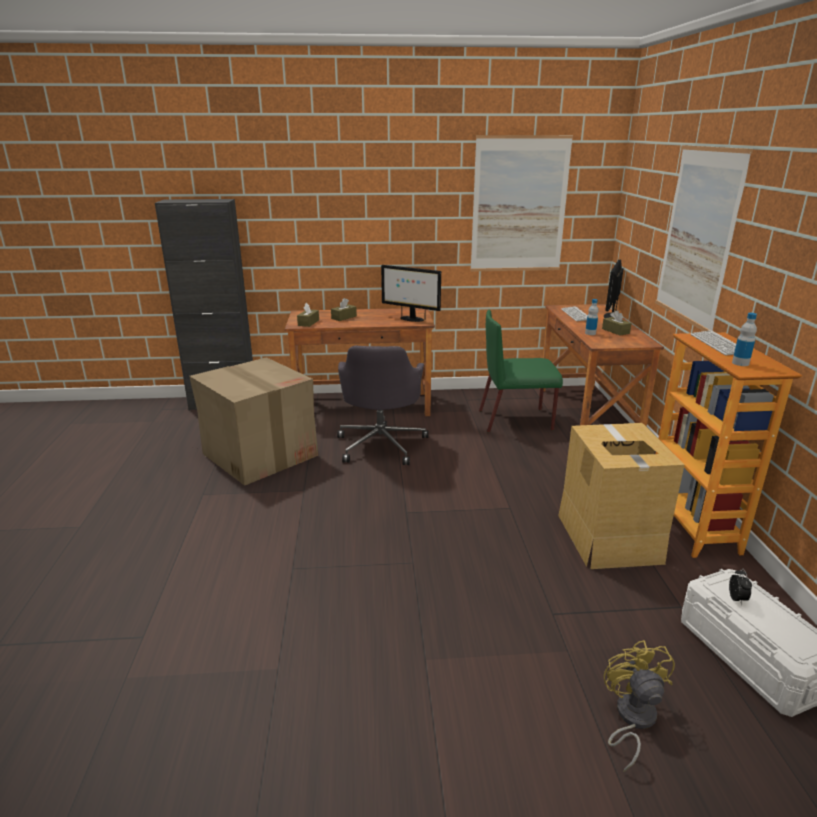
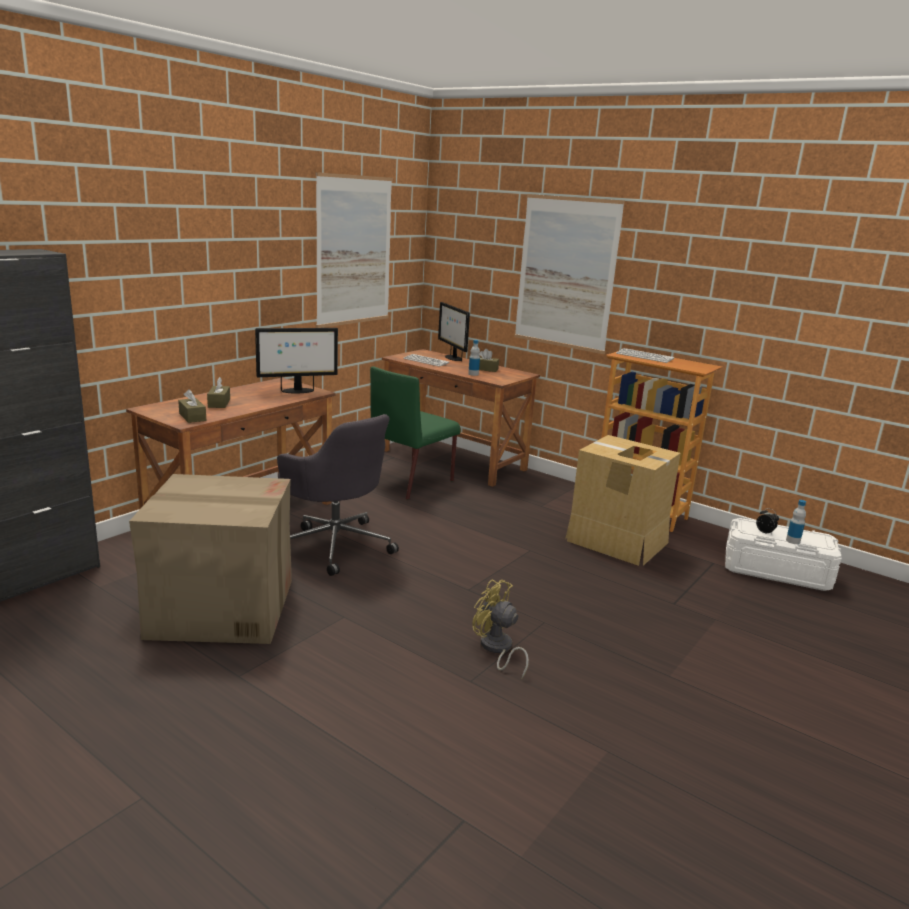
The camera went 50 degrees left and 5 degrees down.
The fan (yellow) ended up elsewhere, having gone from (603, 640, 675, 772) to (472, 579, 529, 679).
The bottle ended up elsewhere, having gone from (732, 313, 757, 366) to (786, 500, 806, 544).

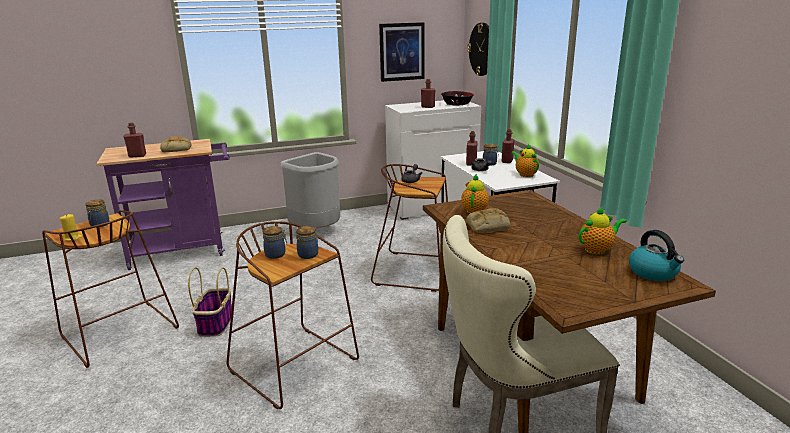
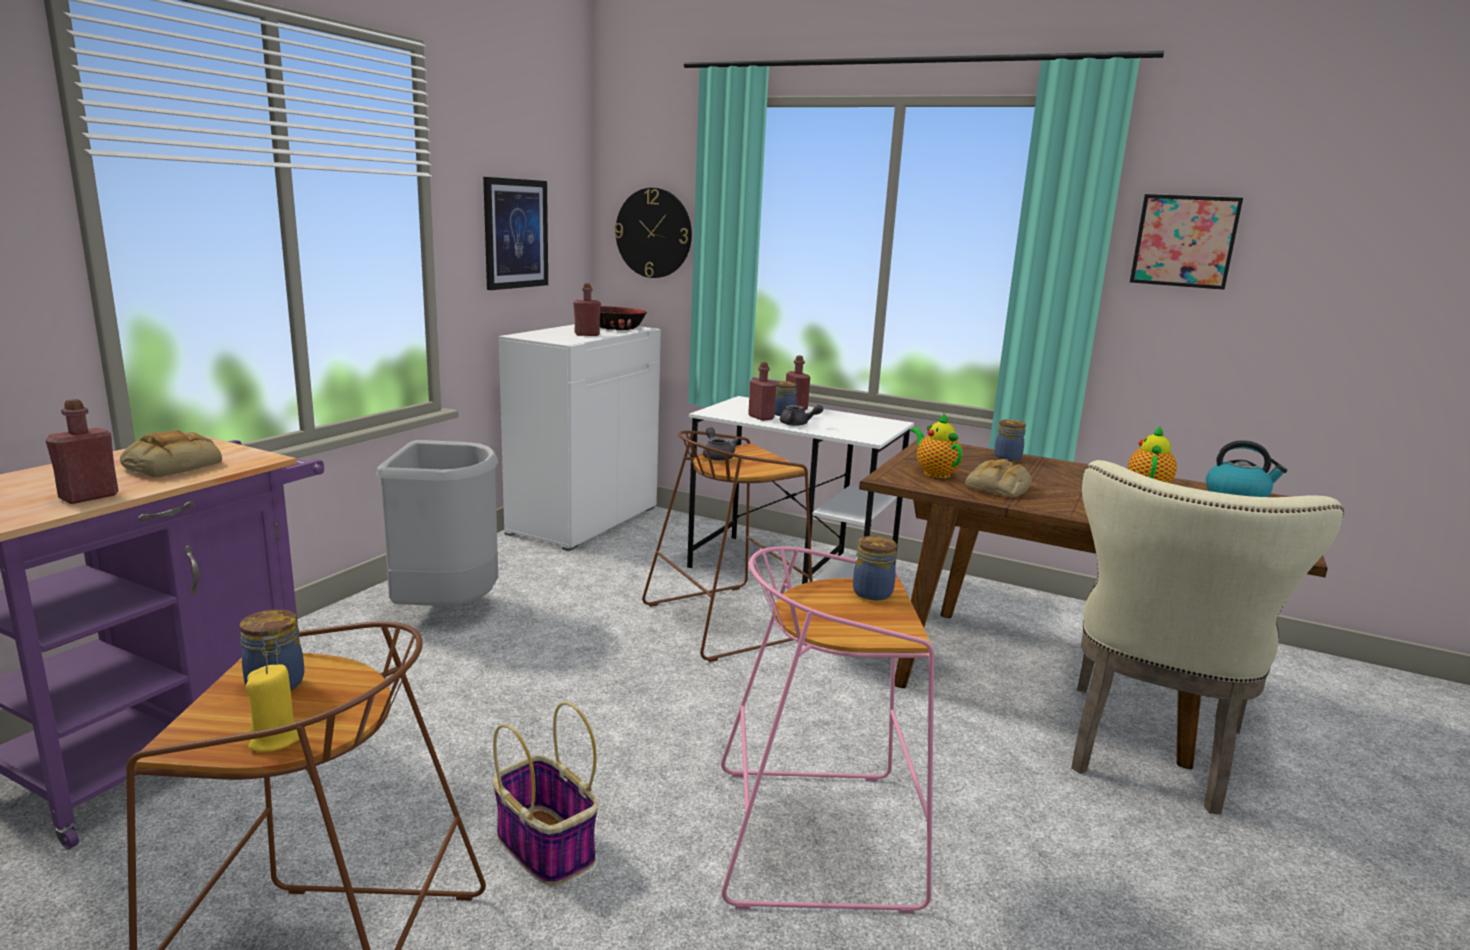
The camera went 45 degrees left and 5 degrees down.
What was the stool (brown) at (226, 221, 359, 410) turned into the stool (pink) at (721, 546, 934, 914).
The jar ended up elsewhere, having gone from (263, 226, 287, 259) to (994, 419, 1026, 461).
The second view lost the teapot at (511, 143, 539, 177).
The second view gained the picture at (1130, 194, 1243, 290).

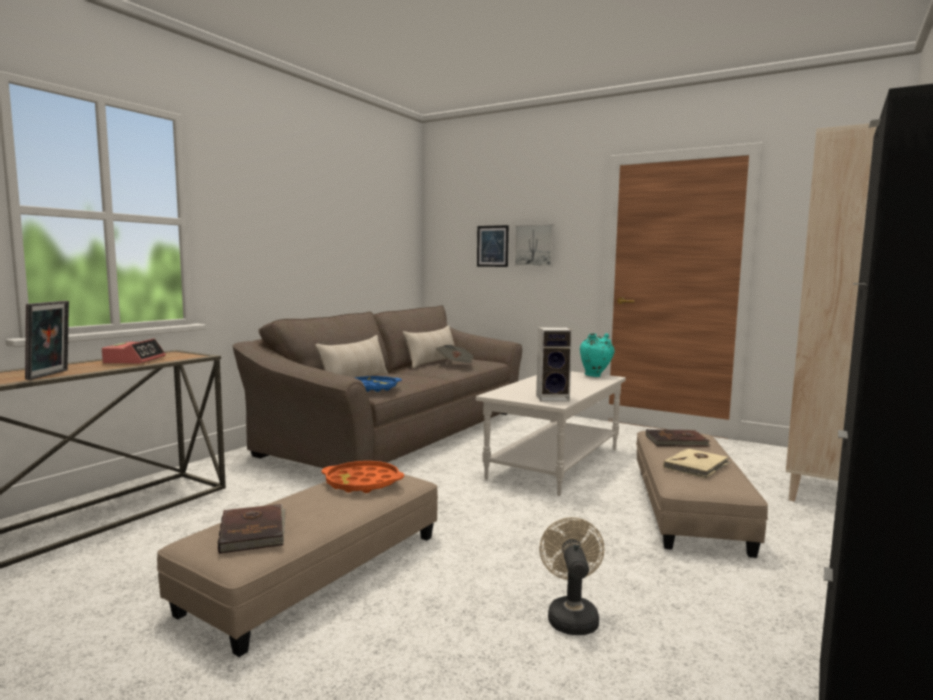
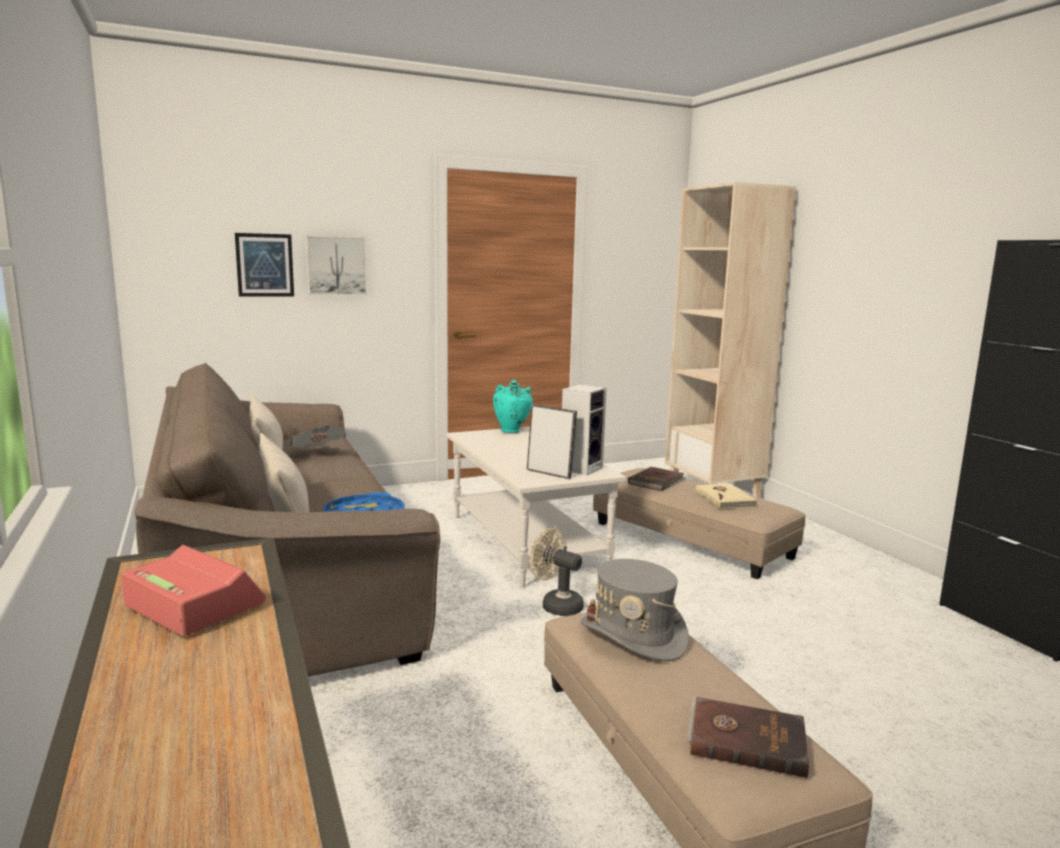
The camera went 55 degrees left and 5 degrees up.
The picture frame ended up elsewhere, having gone from (25, 301, 69, 380) to (527, 404, 577, 479).
Where the tray (orange) stood at (322, 461, 404, 493), the hat (grey) came to stand at (581, 559, 689, 661).
The fan (beige) ended up elsewhere, having gone from (539, 517, 604, 635) to (530, 528, 584, 616).

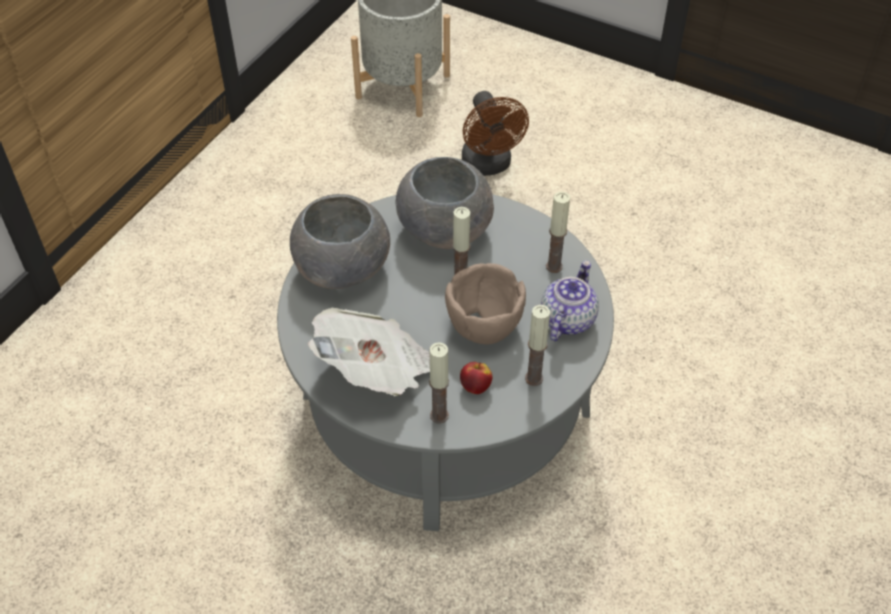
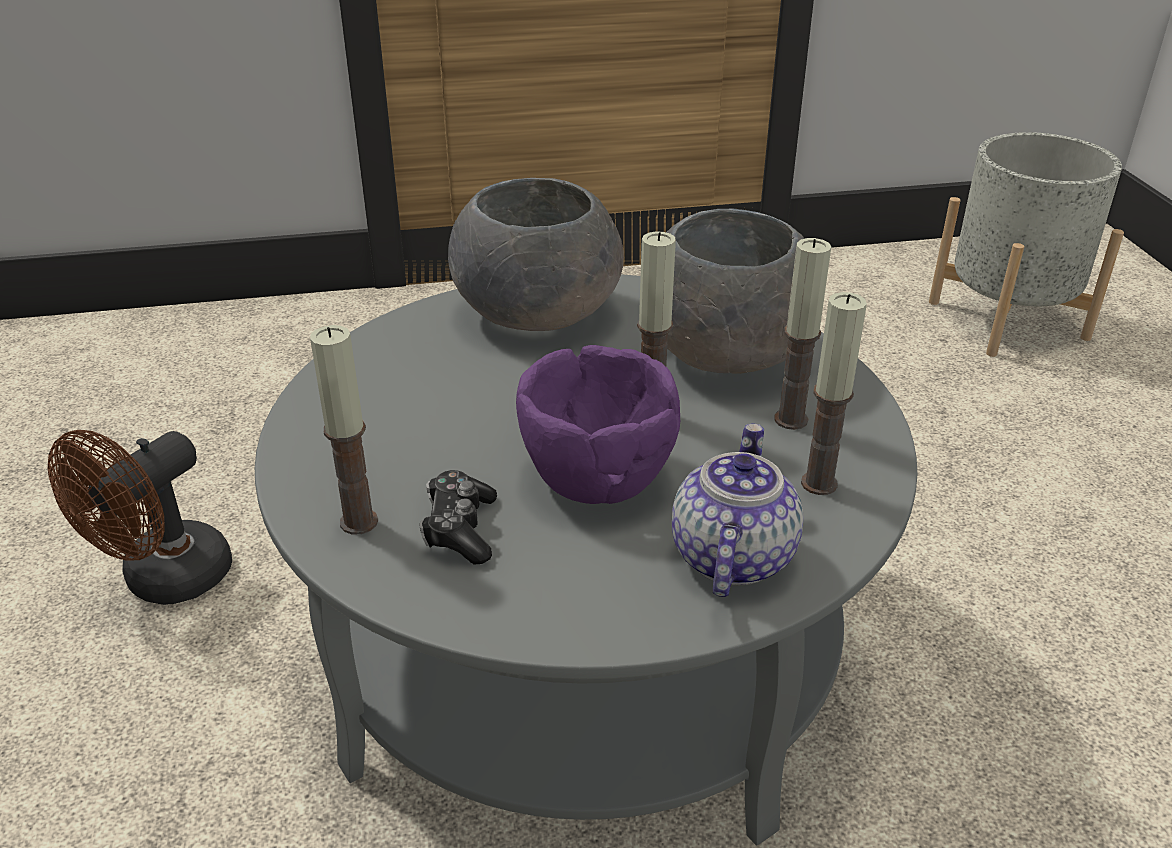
The camera went 50 degrees right and 15 degrees down.
The second view lost the newspaper at (308, 308, 430, 396).
What was the bowl (brown) at (445, 263, 526, 344) turned into the bowl (purple) at (516, 345, 680, 504).
Where the apple stood at (460, 362, 492, 394), the game controller came to stand at (419, 470, 497, 565).
The fan (brown) ended up elsewhere, having gone from (462, 91, 529, 176) to (48, 430, 232, 605).
The candle ended up elsewhere, having gone from (525, 305, 550, 386) to (775, 238, 832, 430).
The teapot at (541, 260, 599, 341) ended up facing another way, 60 degrees counterclockwise from before.

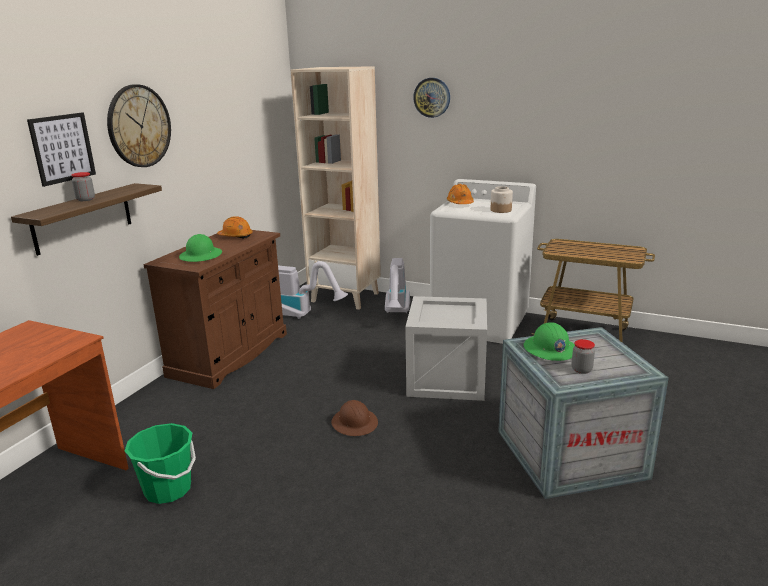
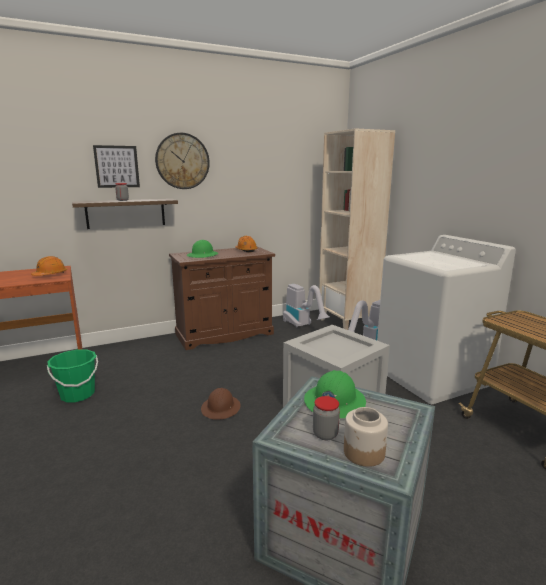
The camera went 40 degrees right and 5 degrees down.
The second view lost the wall clock at (413, 78, 450, 118).
The hard hat (orange) ended up elsewhere, having gone from (447, 184, 474, 204) to (31, 256, 67, 276).
The jar ended up elsewhere, having gone from (491, 186, 513, 213) to (344, 407, 388, 467).

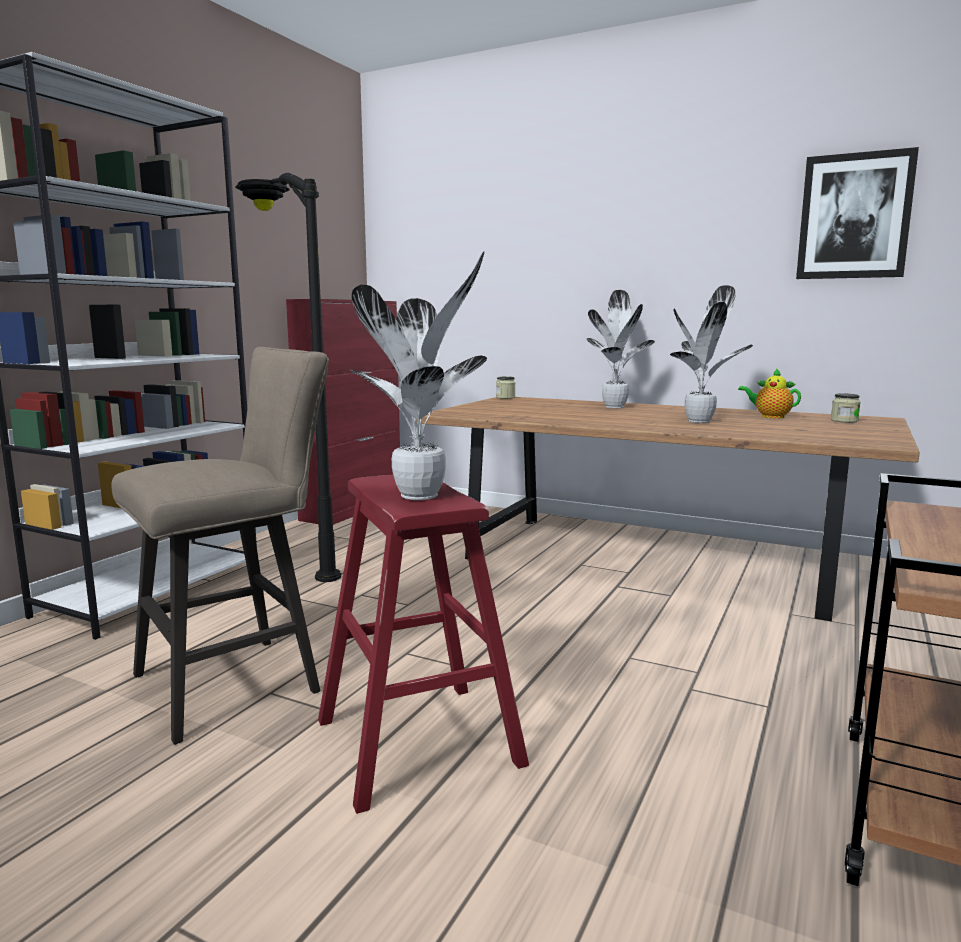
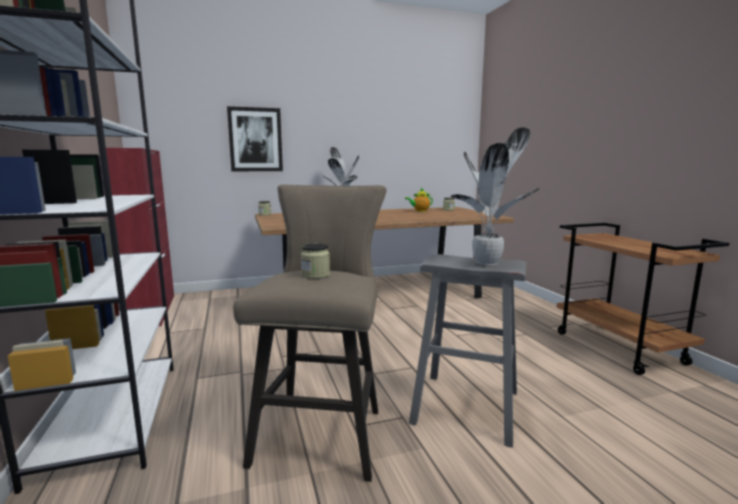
The camera went 45 degrees left and 0 degrees up.
The second view lost the floor lamp (black) at (235, 173, 341, 582).
What was the stool (red) at (318, 475, 529, 814) turned into the stool (grey) at (409, 254, 526, 448).
The second view lost the potted plant at (670, 285, 753, 423).
The picture ended up elsewhere, having gone from (796, 147, 919, 279) to (227, 106, 283, 171).
The second view gained the jar at (301, 243, 330, 279).

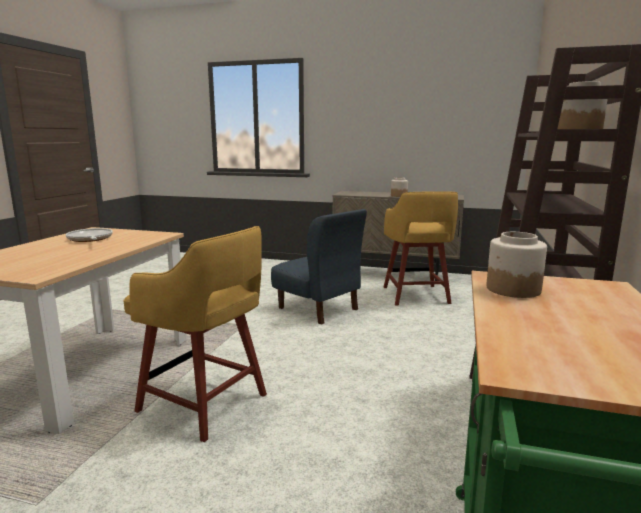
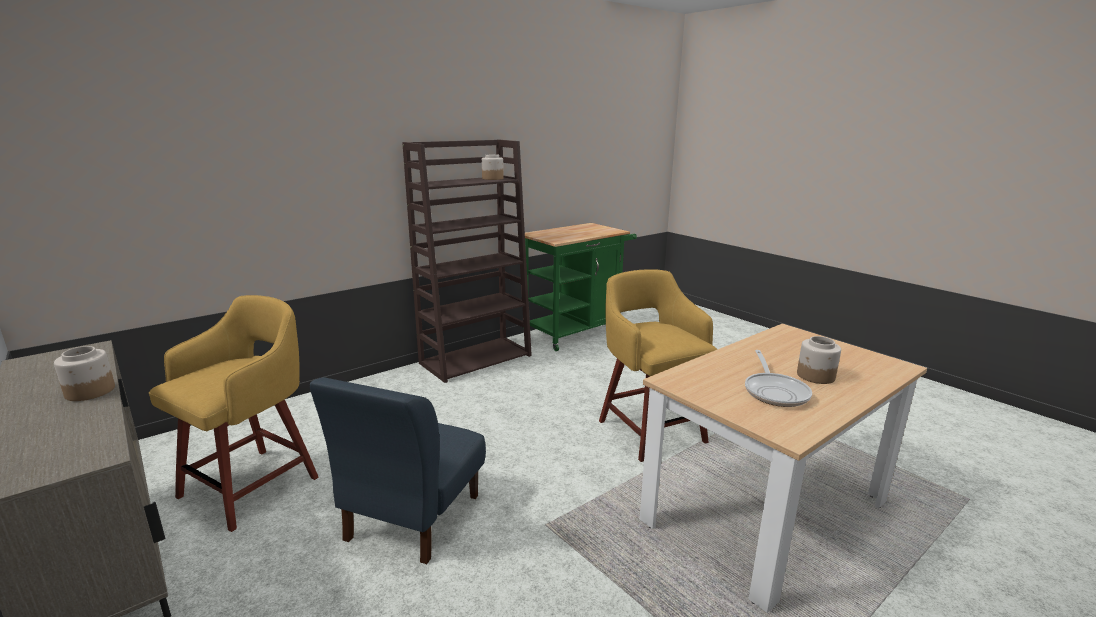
The camera went 145 degrees left and 5 degrees up.
The chair (blue) at (271, 209, 367, 325) ended up facing another way, 150 degrees counterclockwise from before.
The jar ended up elsewhere, having gone from (486, 232, 547, 298) to (797, 336, 841, 384).

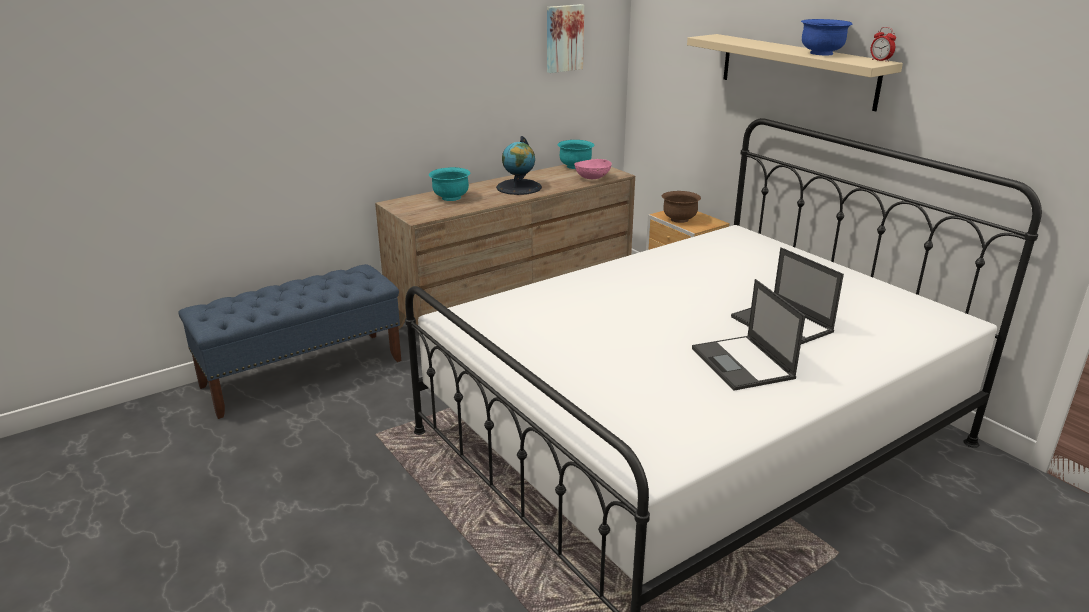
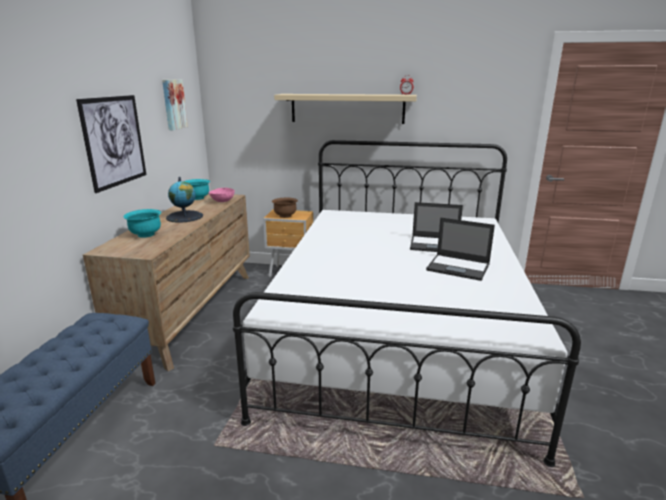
The camera went 45 degrees left and 5 degrees down.
The second view lost the bowl (blue) at (801, 19, 852, 55).
The second view gained the picture at (76, 95, 146, 193).

